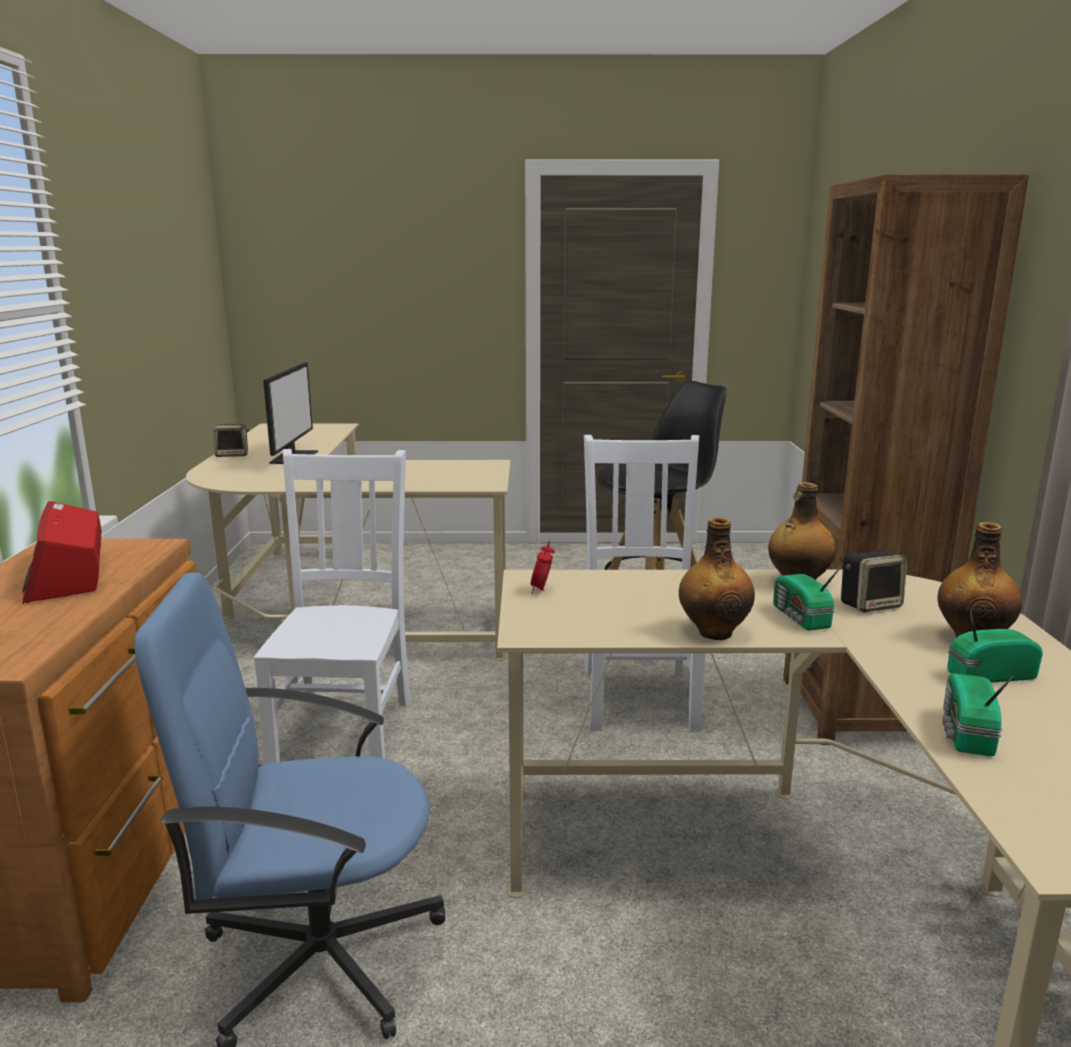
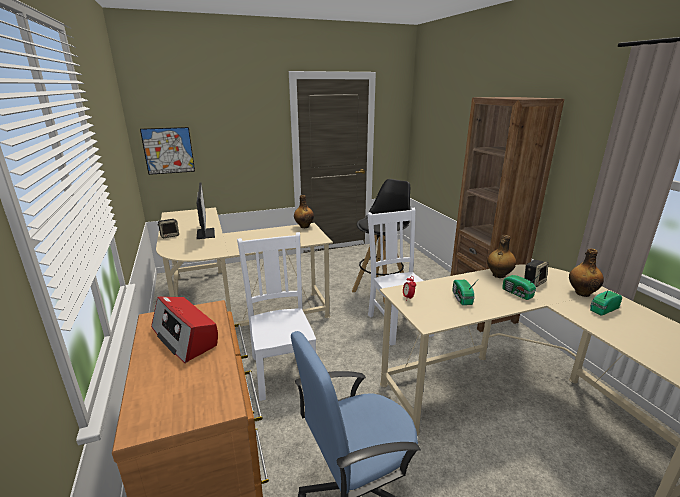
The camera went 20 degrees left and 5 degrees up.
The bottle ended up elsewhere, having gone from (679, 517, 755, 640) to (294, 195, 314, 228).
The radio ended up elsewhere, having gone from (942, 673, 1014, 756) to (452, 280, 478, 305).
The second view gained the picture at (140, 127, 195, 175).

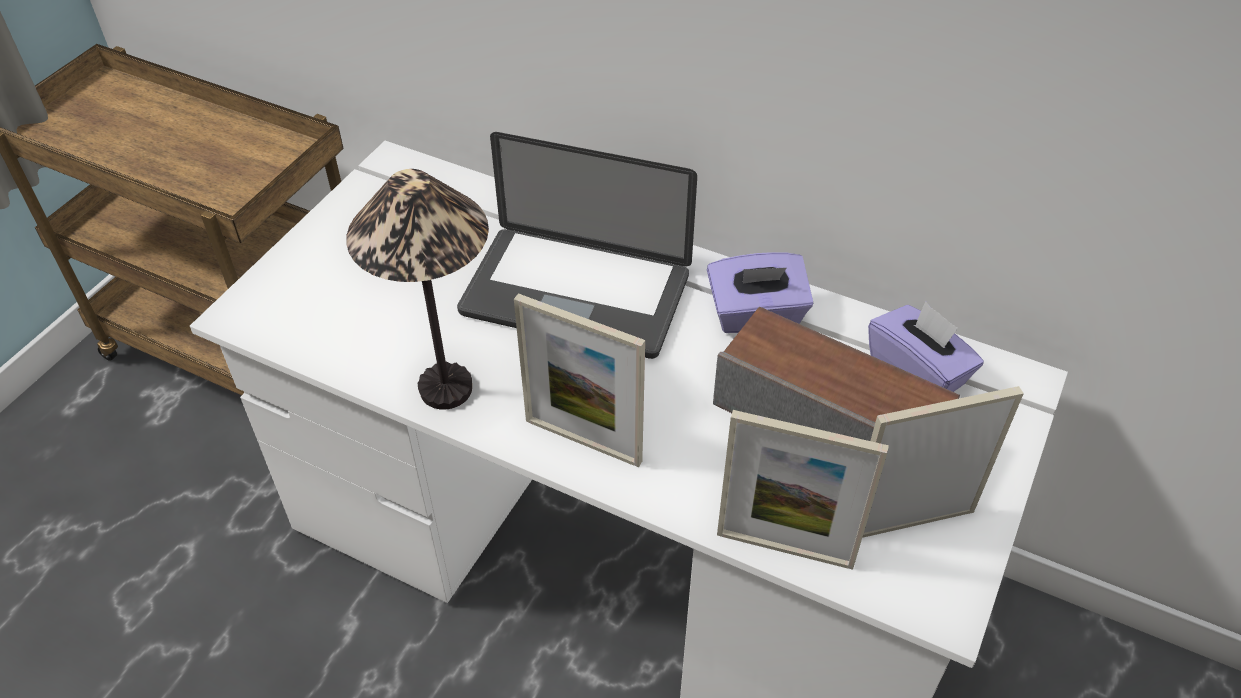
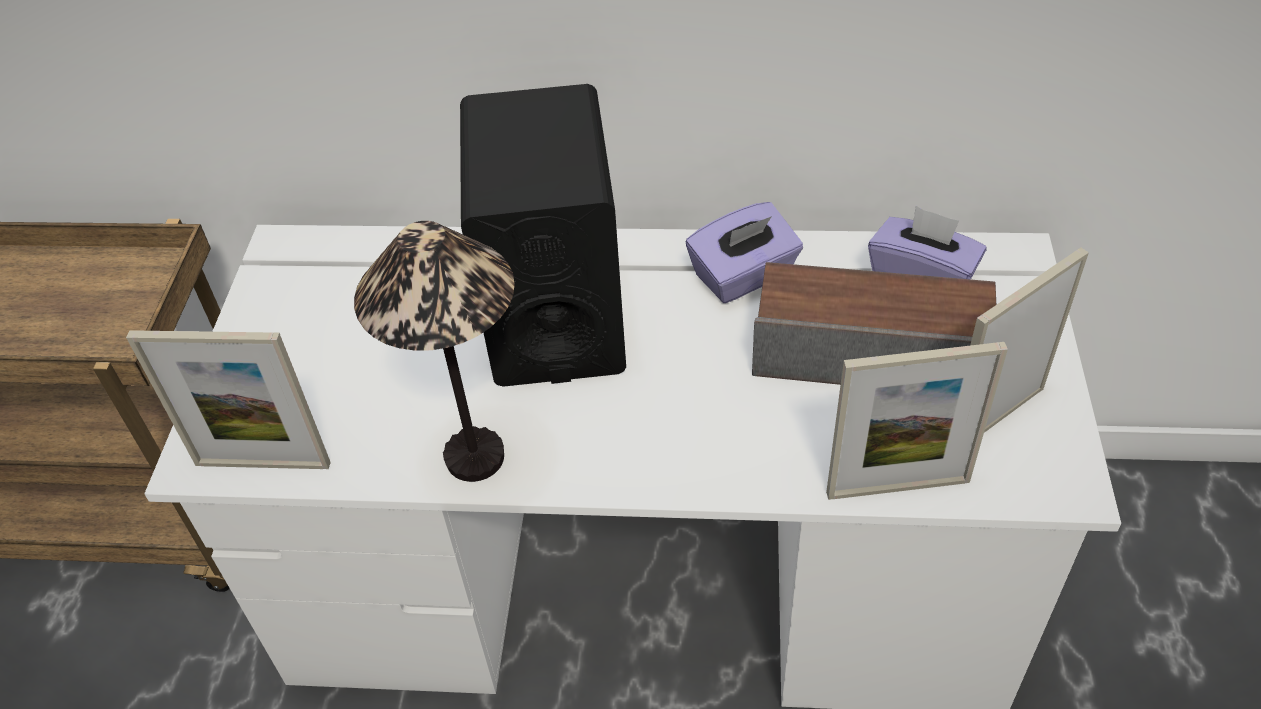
The camera went 20 degrees left and 0 degrees up.
Where the laptop stood at (457, 132, 697, 359), the speaker (black) came to stand at (460, 84, 626, 387).
The picture frame ended up elsewhere, having gone from (514, 293, 645, 467) to (126, 330, 331, 469).

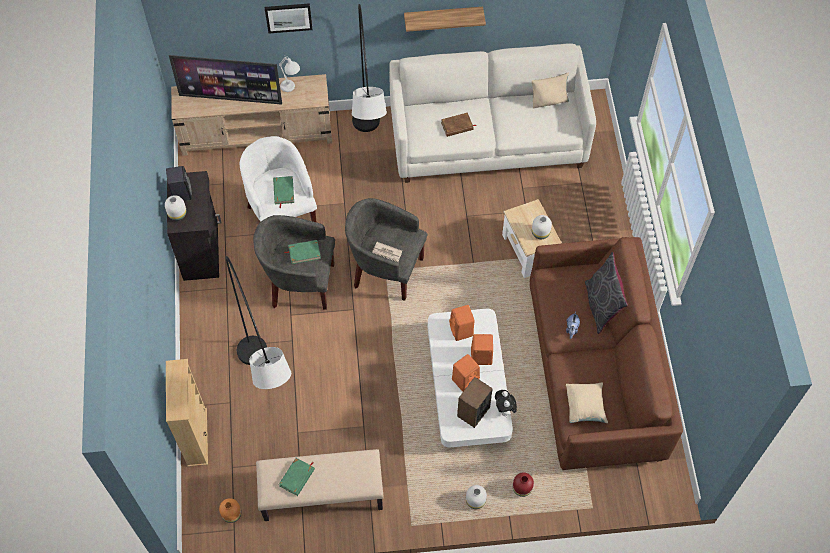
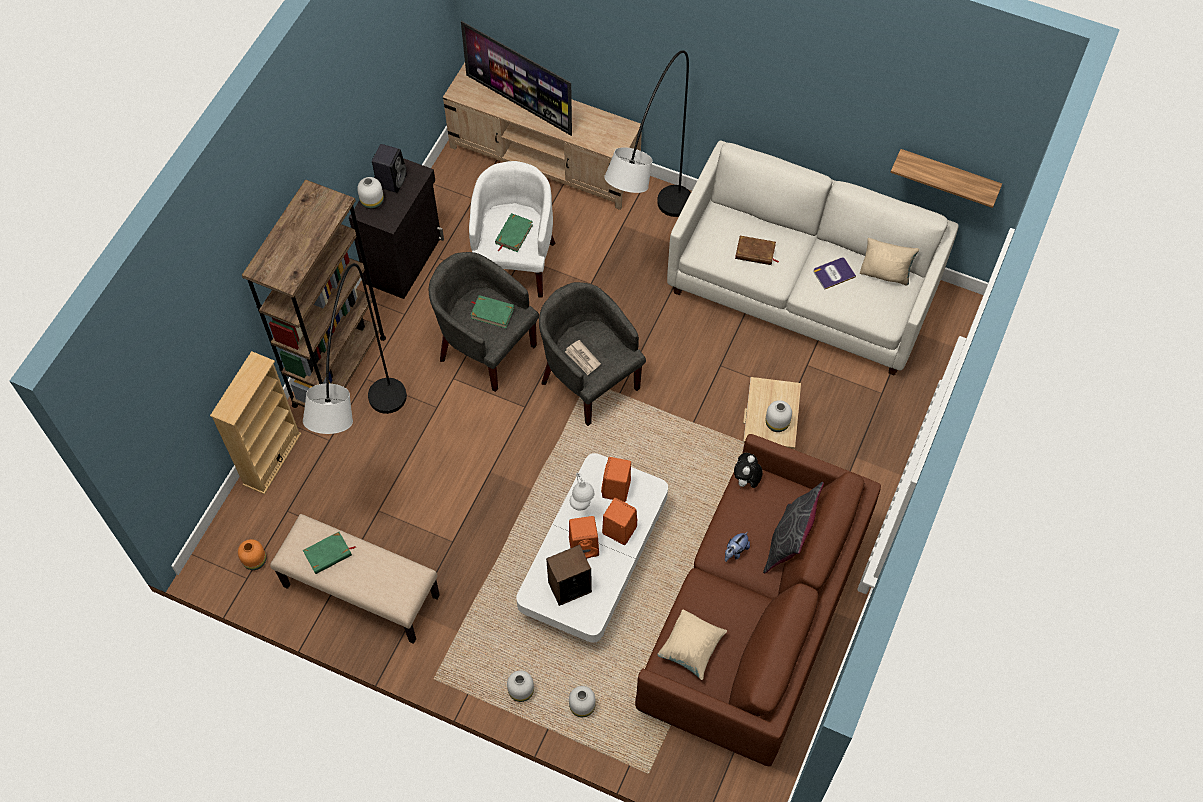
The camera went 30 degrees right and 0 degrees up.
The second view lost the picture at (265, 3, 313, 33).
The table lamp (white) ended up elsewhere, having gone from (279, 55, 300, 92) to (570, 473, 594, 511).
The shelf ended up elsewhere, having gone from (404, 7, 486, 32) to (891, 149, 1002, 208).
The plush toy ended up elsewhere, having gone from (495, 390, 517, 419) to (734, 453, 763, 488).
What was the vase (red) at (513, 472, 534, 497) turned into the vase (white) at (569, 686, 595, 717).
The second view gained the bookcase (brown) at (242, 179, 386, 408).
The second view gained the book at (813, 258, 856, 290).

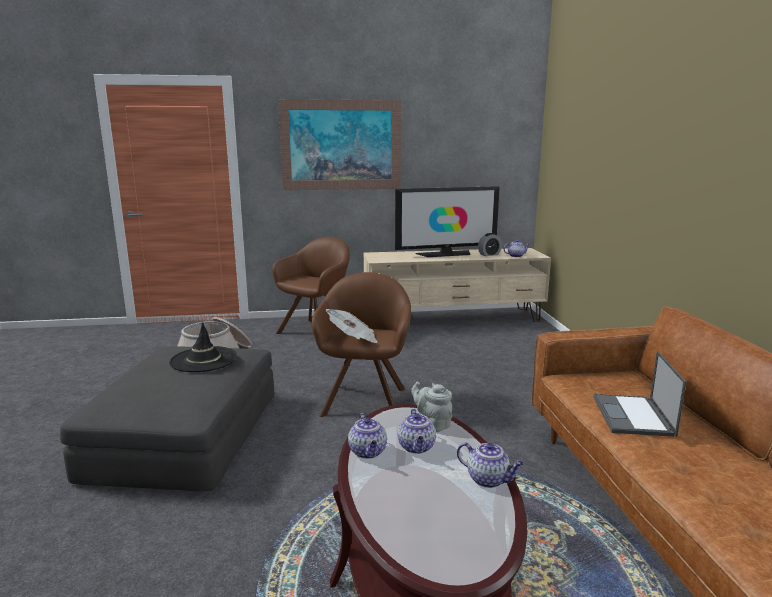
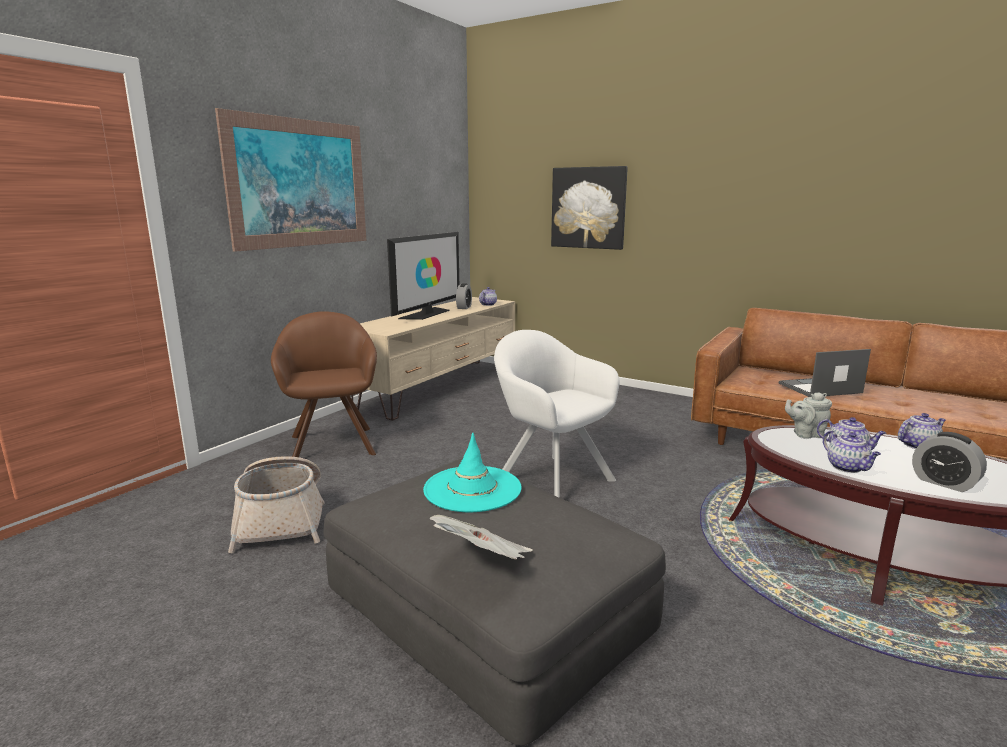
The camera went 50 degrees left and 0 degrees up.
What was the hat (black) at (169, 322, 237, 372) turned into the hat (turquoise) at (423, 433, 522, 512).
What was the armchair (brown) at (312, 272, 411, 417) turned into the armchair (white) at (494, 330, 620, 498).
The newspaper ended up elsewhere, having gone from (326, 309, 377, 343) to (430, 515, 533, 559).
The teapot at (348, 413, 387, 459) ended up facing another way, 45 degrees clockwise from before.
The laptop at (593, 351, 686, 437) ended up facing another way, 120 degrees clockwise from before.
The second view gained the picture at (551, 166, 628, 250).
The second view gained the alarm clock at (912, 432, 987, 492).

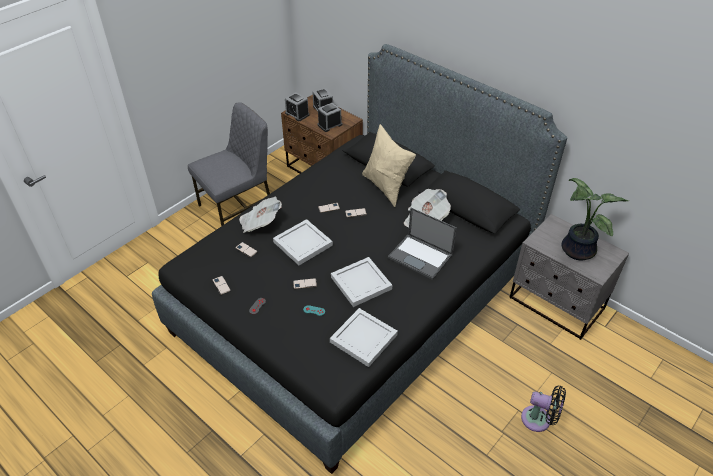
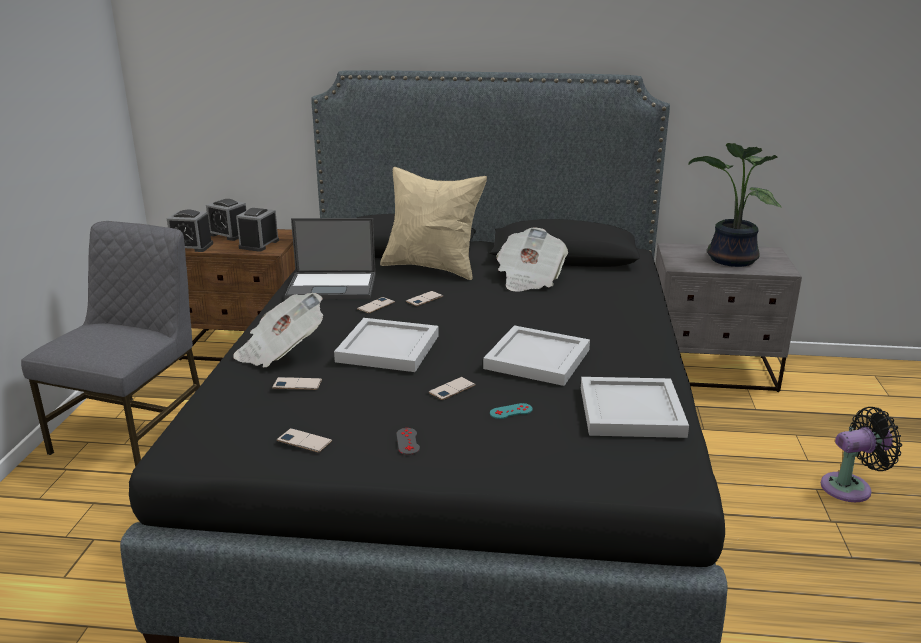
The camera went 35 degrees left and 20 degrees down.
The laptop ended up elsewhere, having gone from (388, 208, 457, 280) to (285, 218, 376, 299).

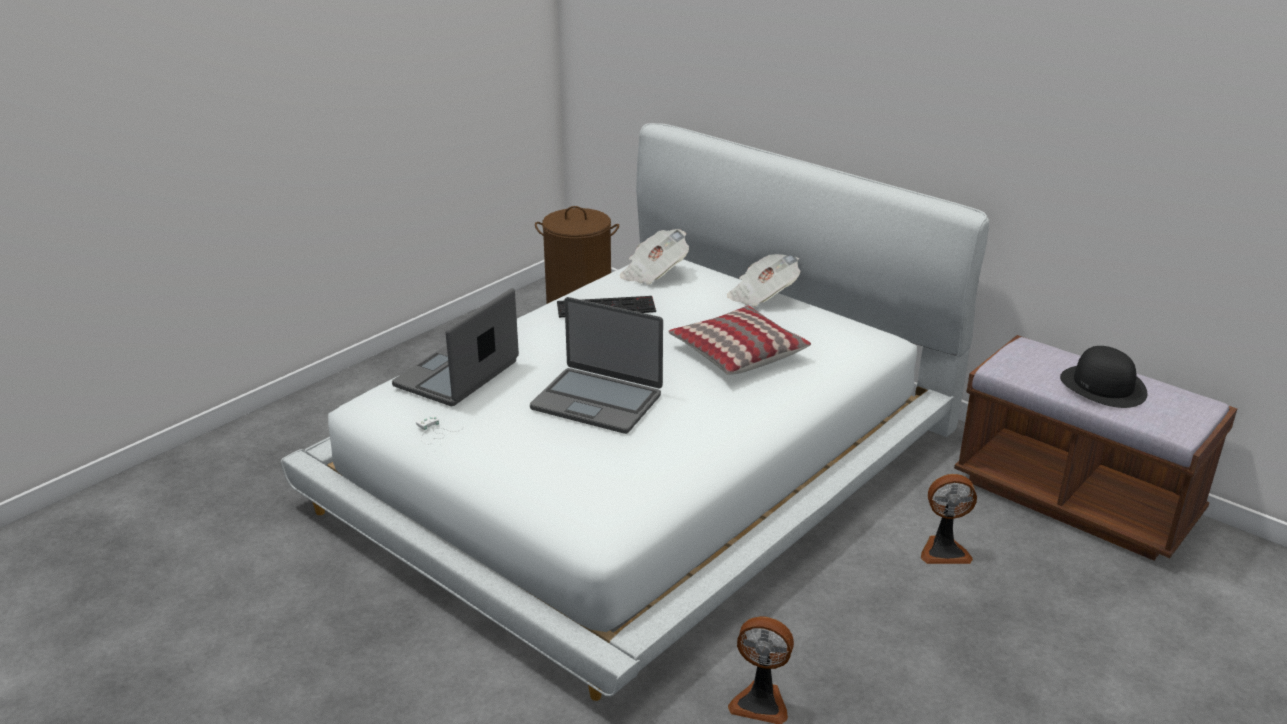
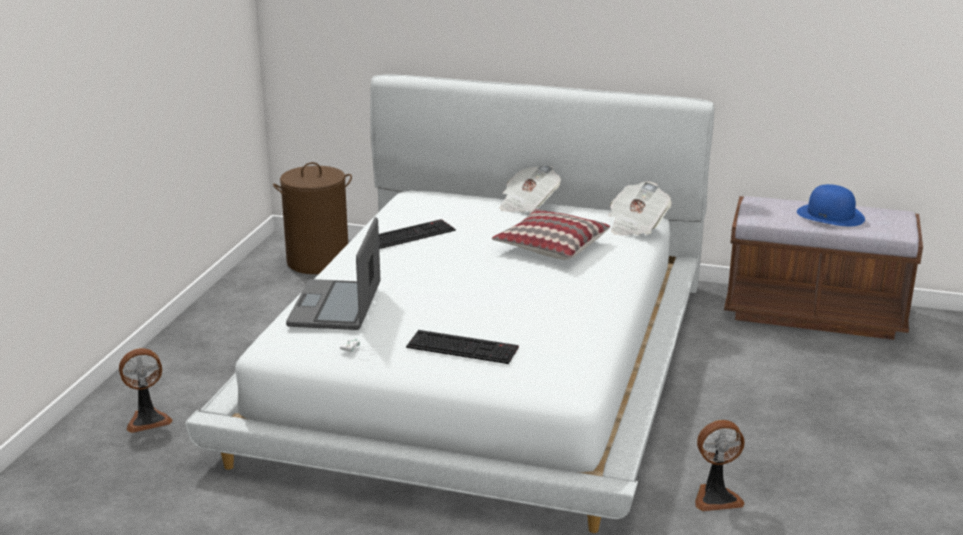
The camera went 25 degrees left and 5 degrees down.
The second view lost the laptop at (530, 297, 663, 434).
The newspaper ended up elsewhere, having gone from (620, 229, 689, 285) to (609, 181, 672, 236).
The fan ended up elsewhere, having gone from (921, 474, 977, 564) to (119, 348, 173, 433).
What was the hat (black) at (1060, 346, 1148, 408) turned into the hat (blue) at (797, 184, 865, 226).
The second view gained the keyboard at (406, 330, 519, 364).

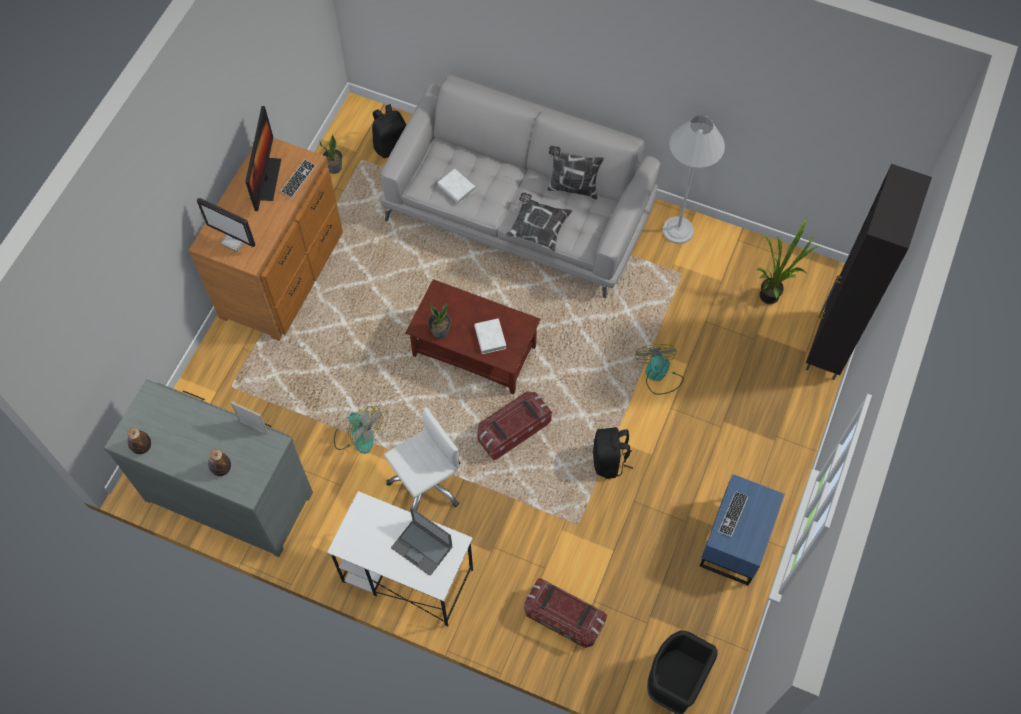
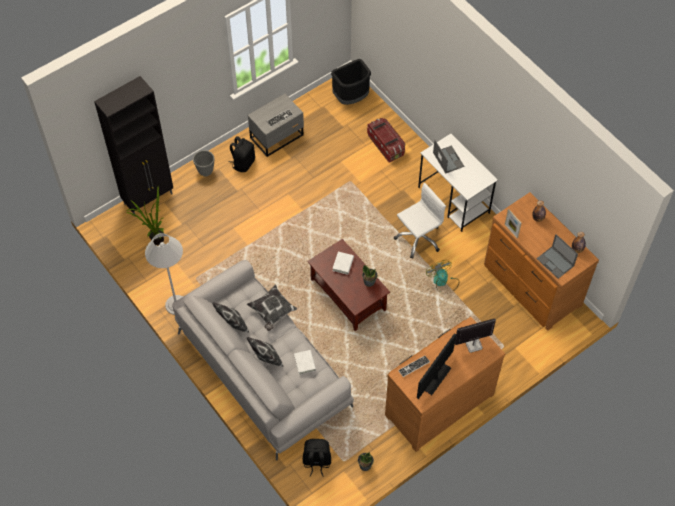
The camera went 150 degrees left and 5 degrees down.
What was the dresser (grey) at (104, 379, 313, 557) turned into the dresser (brown) at (484, 192, 599, 331).
The monitor at (197, 198, 256, 251) ended up facing another way, 75 degrees counterclockwise from before.
The office chair (white) at (384, 407, 460, 511) ended up facing another way, 150 degrees clockwise from before.
The second view lost the storage box at (477, 391, 552, 460).
The backpack (black) ended up elsewhere, having gone from (593, 427, 633, 479) to (229, 136, 255, 172).
The second view lost the fan at (635, 344, 684, 395).
What was the nightstand (blue) at (700, 474, 785, 586) turned into the nightstand (grey) at (248, 94, 304, 157).
The second view gained the planter (grey) at (193, 150, 214, 177).
The second view gained the pillow at (247, 337, 284, 367).
The second view gained the laptop at (537, 234, 578, 279).

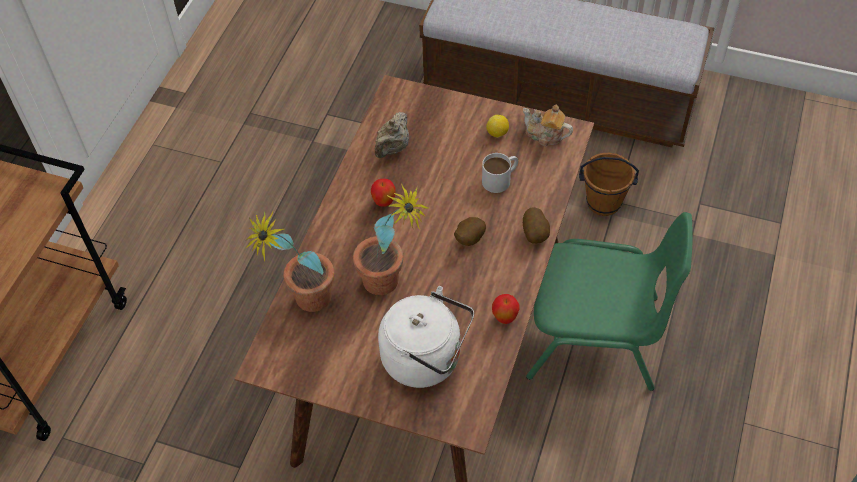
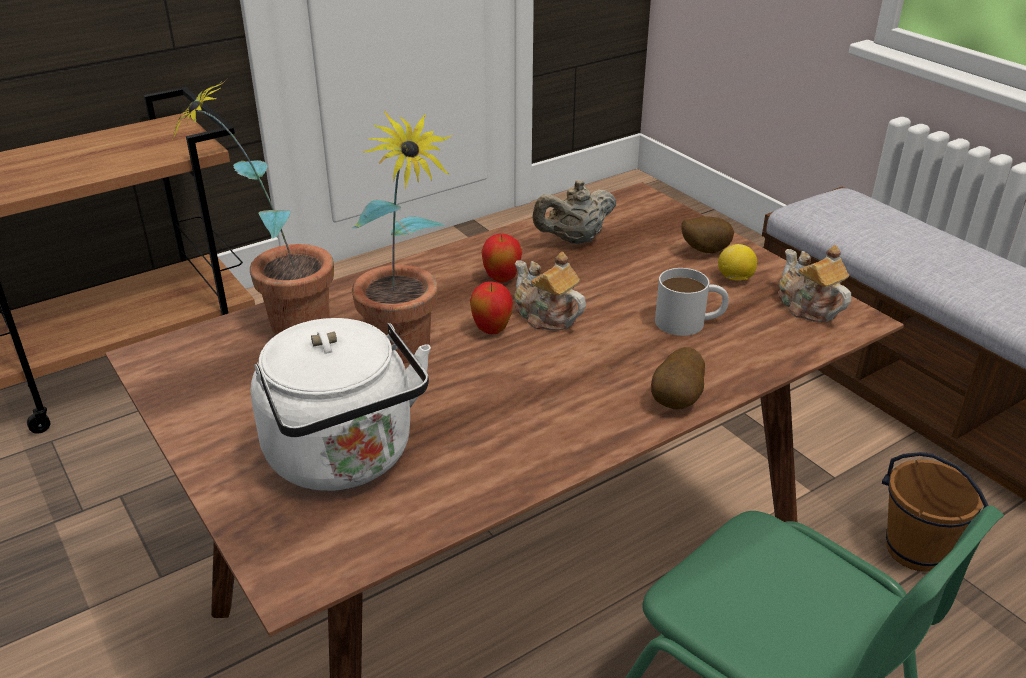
The camera went 35 degrees right and 20 degrees down.
The potato ended up elsewhere, having gone from (454, 217, 486, 246) to (681, 216, 734, 253).
The apple ended up elsewhere, having gone from (492, 294, 519, 324) to (470, 282, 513, 334).
The second view gained the teapot at (515, 252, 586, 331).

